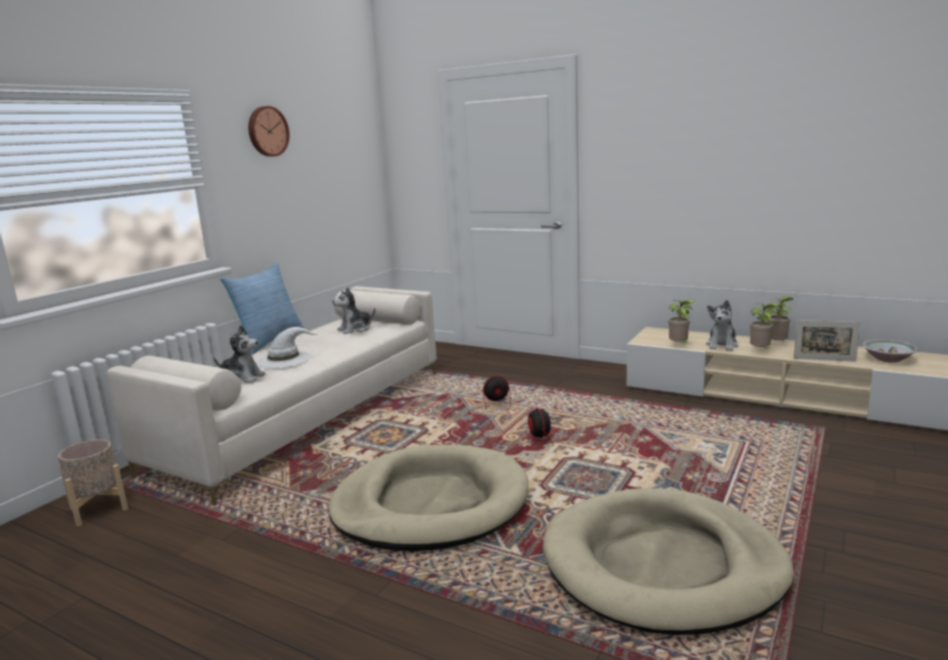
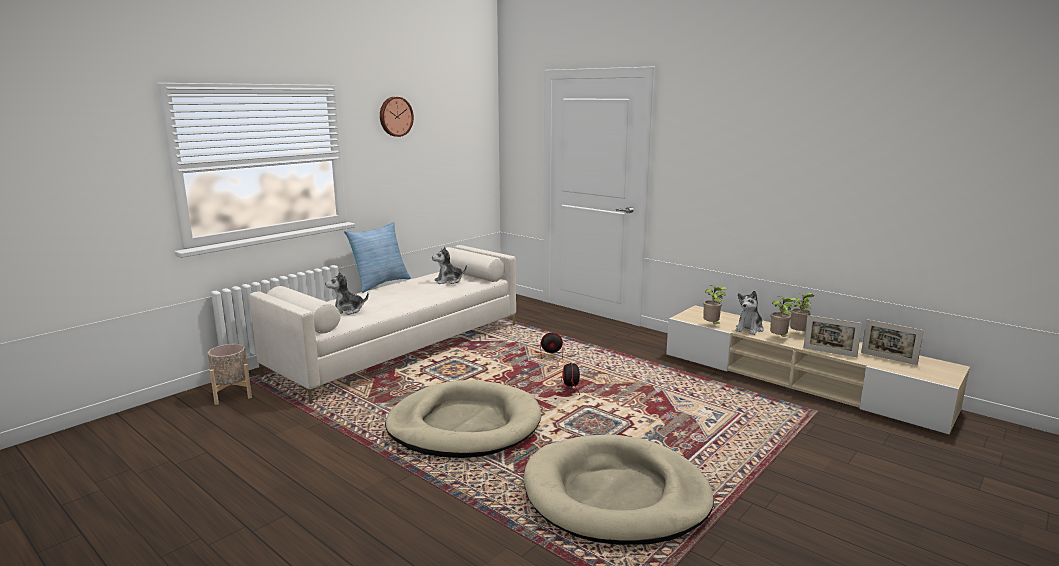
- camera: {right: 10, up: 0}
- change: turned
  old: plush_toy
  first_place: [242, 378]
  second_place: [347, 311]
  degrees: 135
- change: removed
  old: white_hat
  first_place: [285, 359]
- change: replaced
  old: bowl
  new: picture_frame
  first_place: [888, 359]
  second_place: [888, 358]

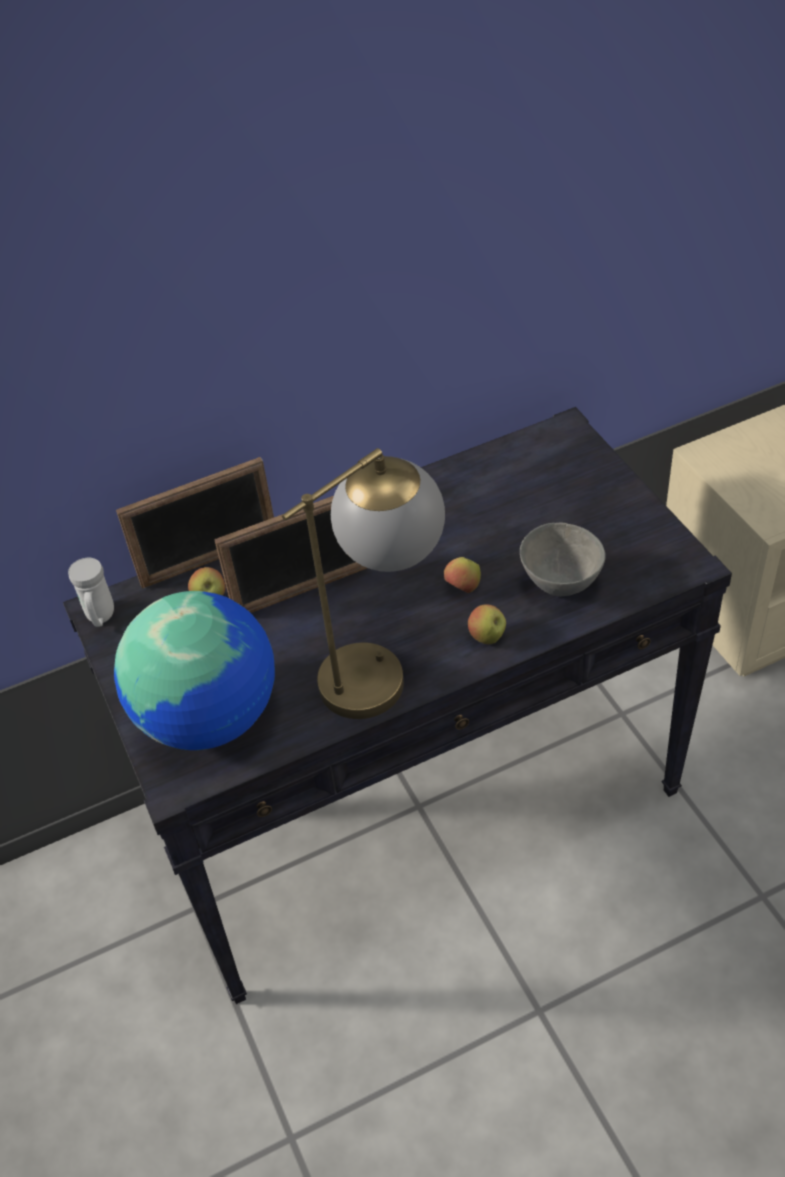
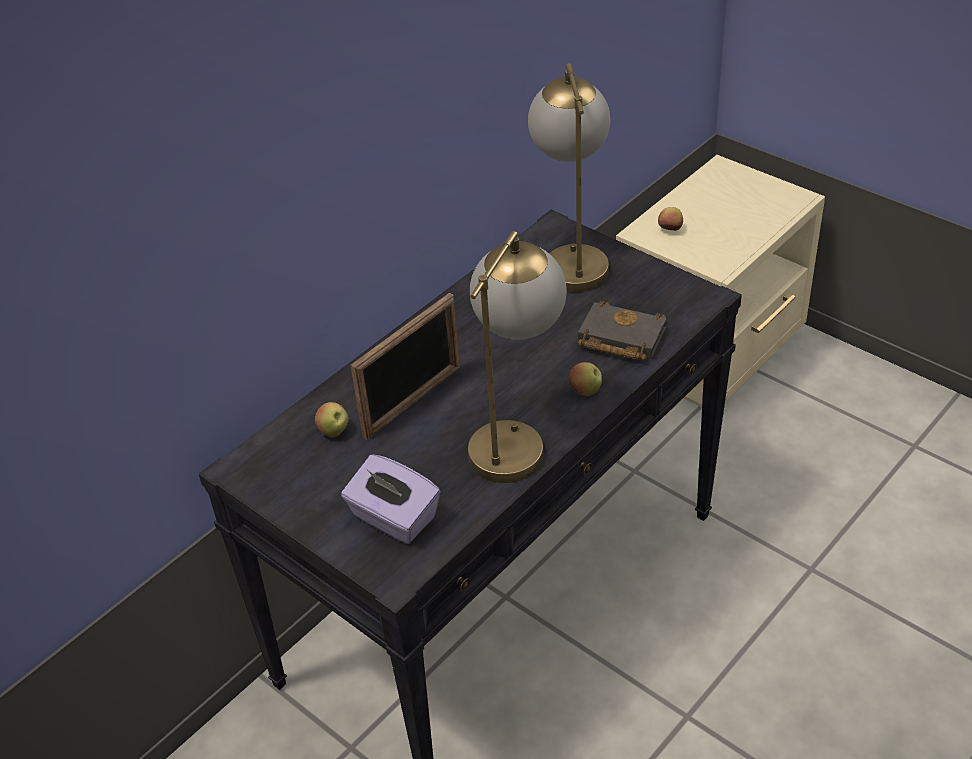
- camera: {right: -25, up: -5}
- change: removed
  old: picture_frame
  first_place: [210, 561]
- change: replaced
  old: grey_bowl
  new: black_book
  first_place: [559, 584]
  second_place: [618, 338]
- change: moved
  old: apple
  first_place: [463, 588]
  second_place: [670, 230]
- change: removed
  old: white_mug
  first_place: [101, 618]
- change: replaced
  old: globe
  new: purple_tissue_box
  first_place: [210, 717]
  second_place: [393, 518]
- change: added
  new: table_lamp
  second_place: [572, 257]

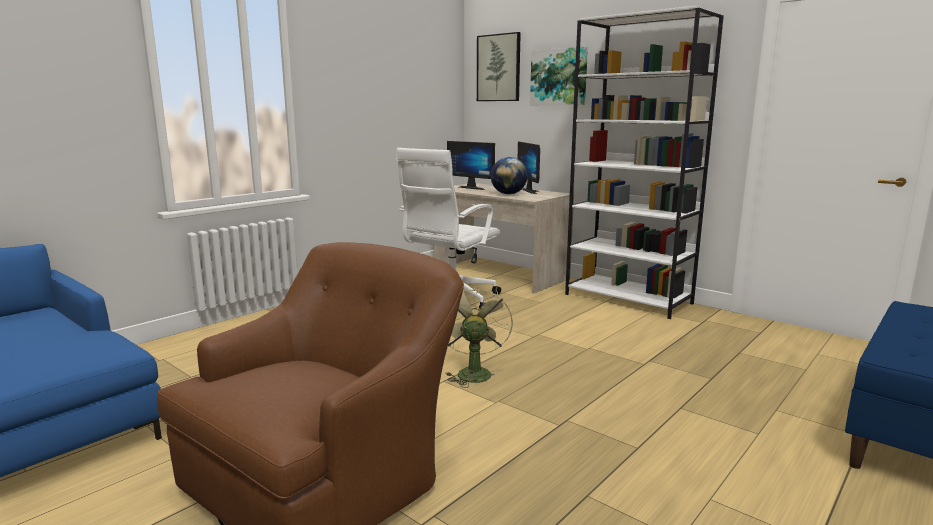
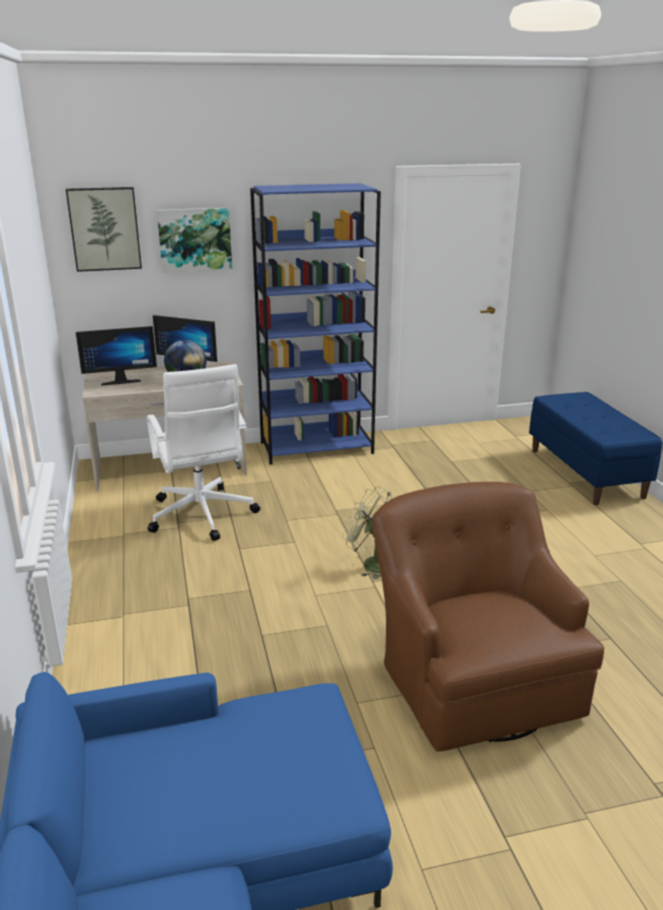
- camera: {right: -55, up: 10}
- change: recoloured
  old: white_bookcase
  new: blue_bookcase
  first_place: [628, 299]
  second_place: [317, 448]

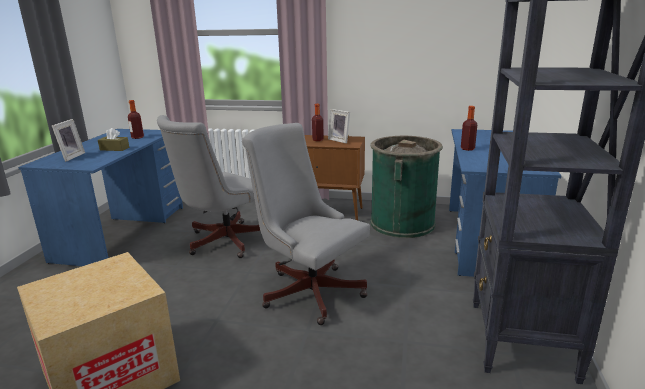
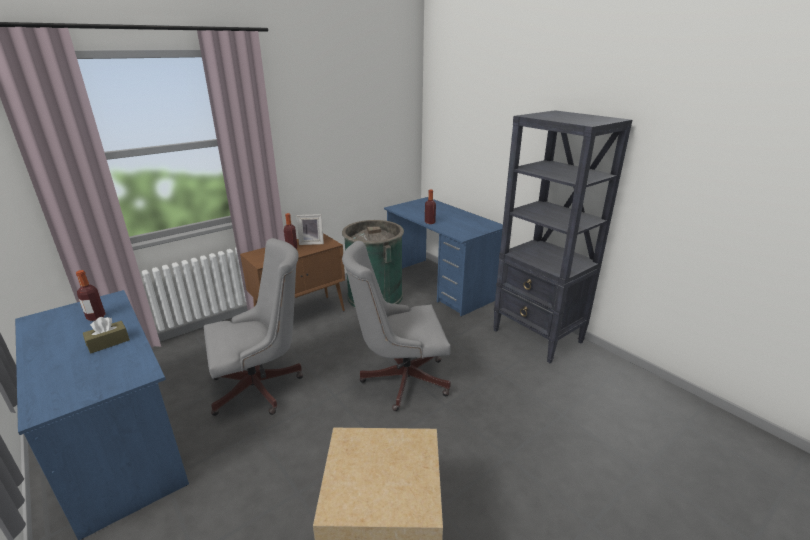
- camera: {right: -50, up: 5}
- change: turned
  old: grey_office_chair
  first_place: [222, 242]
  second_place: [262, 386]
  degrees: -105
- change: removed
  old: picture_frame
  first_place: [70, 157]

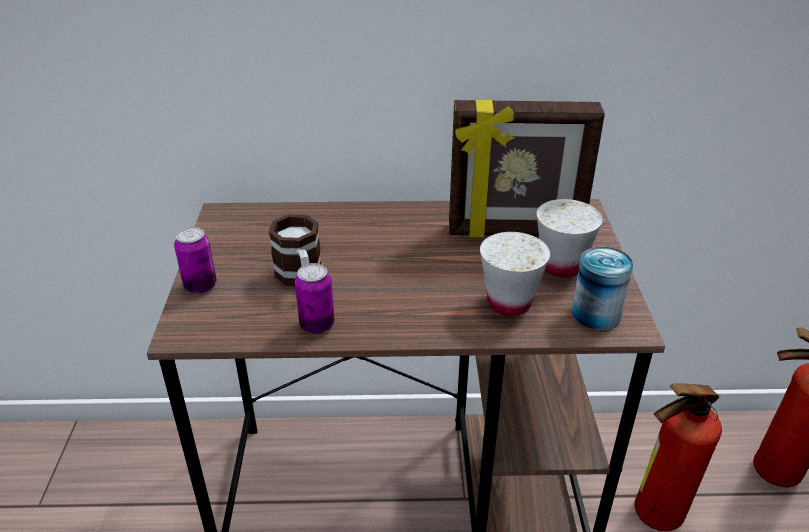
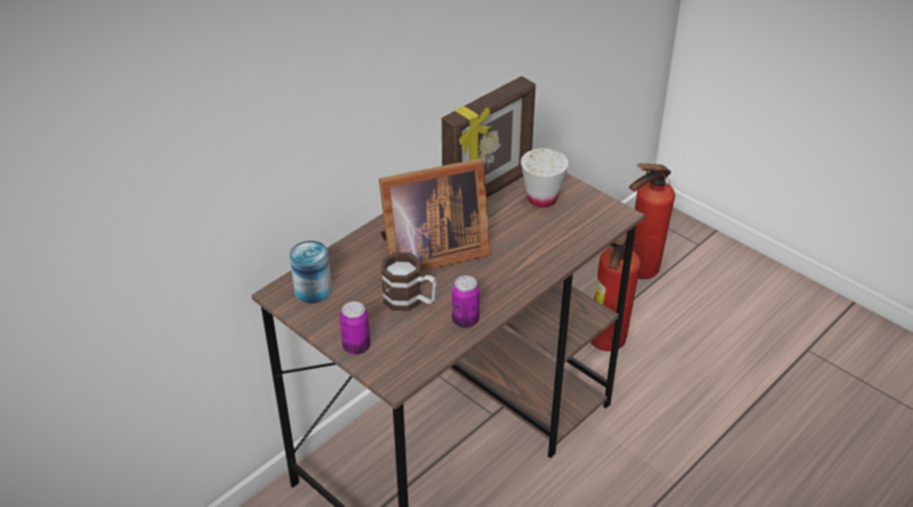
- camera: {right: -45, up: 5}
- change: removed
  old: white_cup
  first_place: [509, 303]
- change: moved
  old: can
  first_place: [596, 314]
  second_place: [313, 290]
- change: added
  new: picture_frame
  second_place: [429, 252]

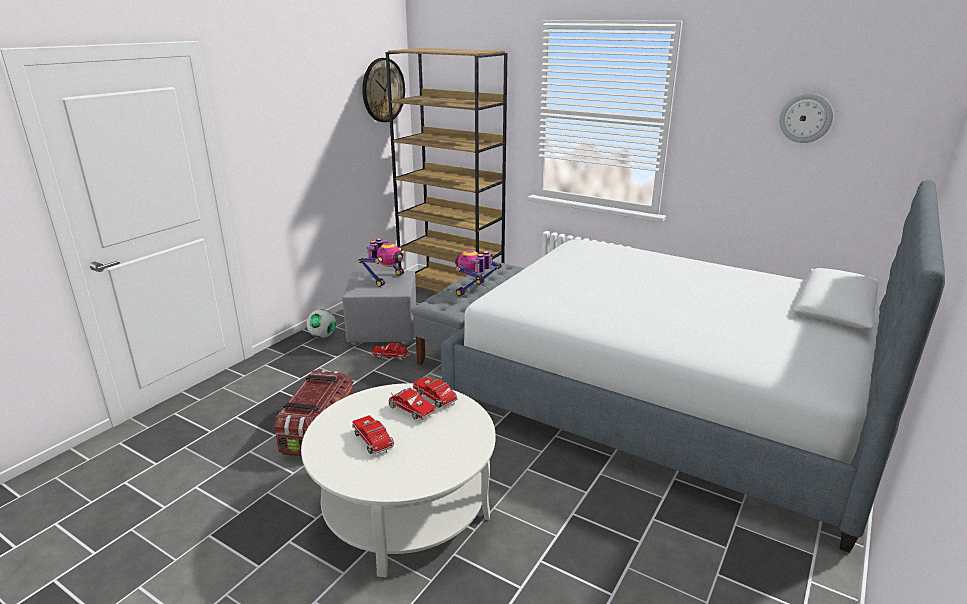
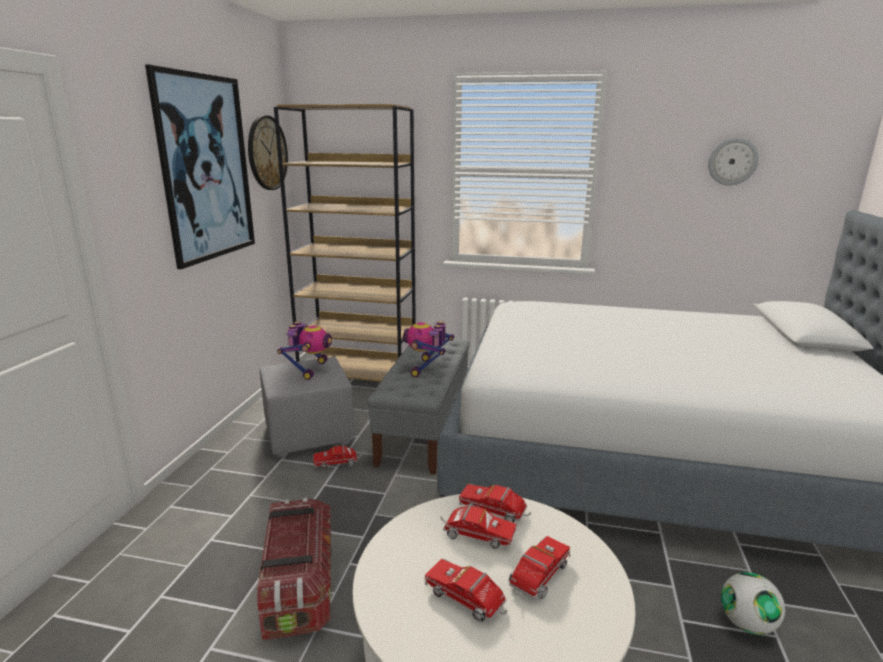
- camera: {right: -20, up: -5}
- change: moved
  old: football
  first_place: [322, 336]
  second_place: [746, 624]
- change: added
  new: picture
  second_place: [206, 168]
- change: added
  new: toy_truck
  second_place: [538, 578]

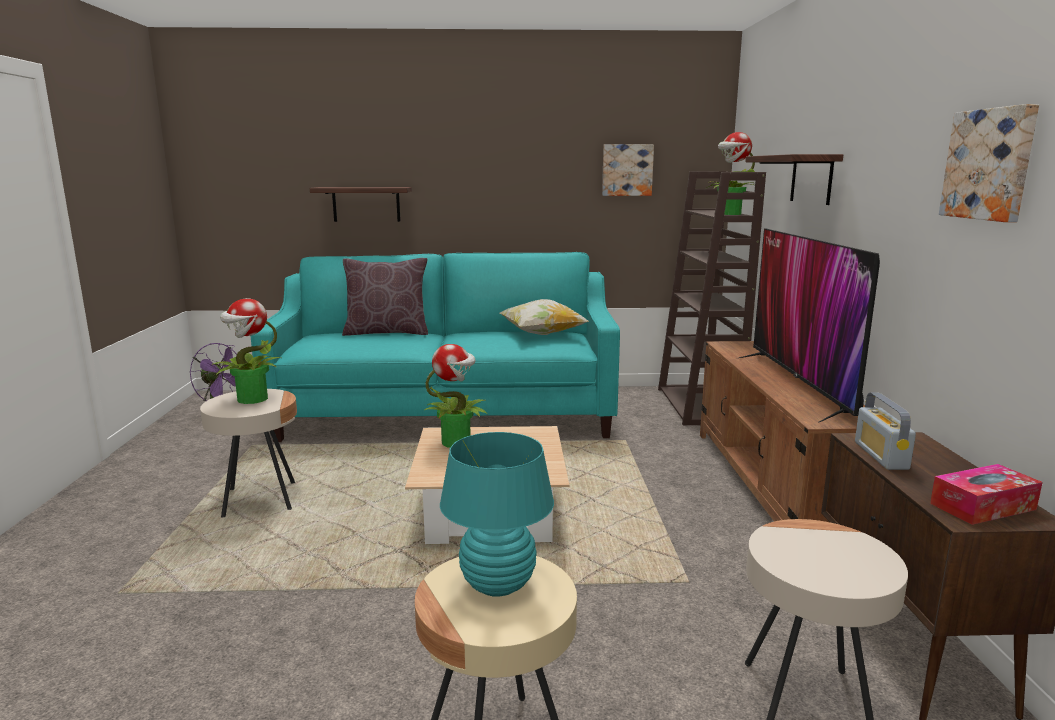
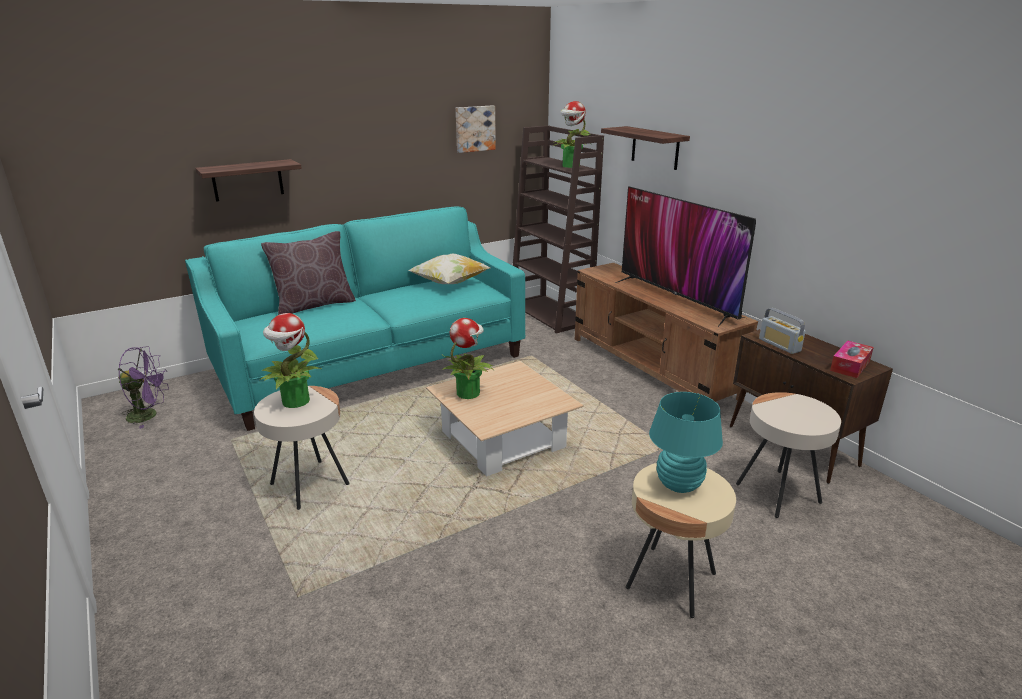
- camera: {right: -30, up: 10}
- change: removed
  old: picture
  first_place: [990, 164]

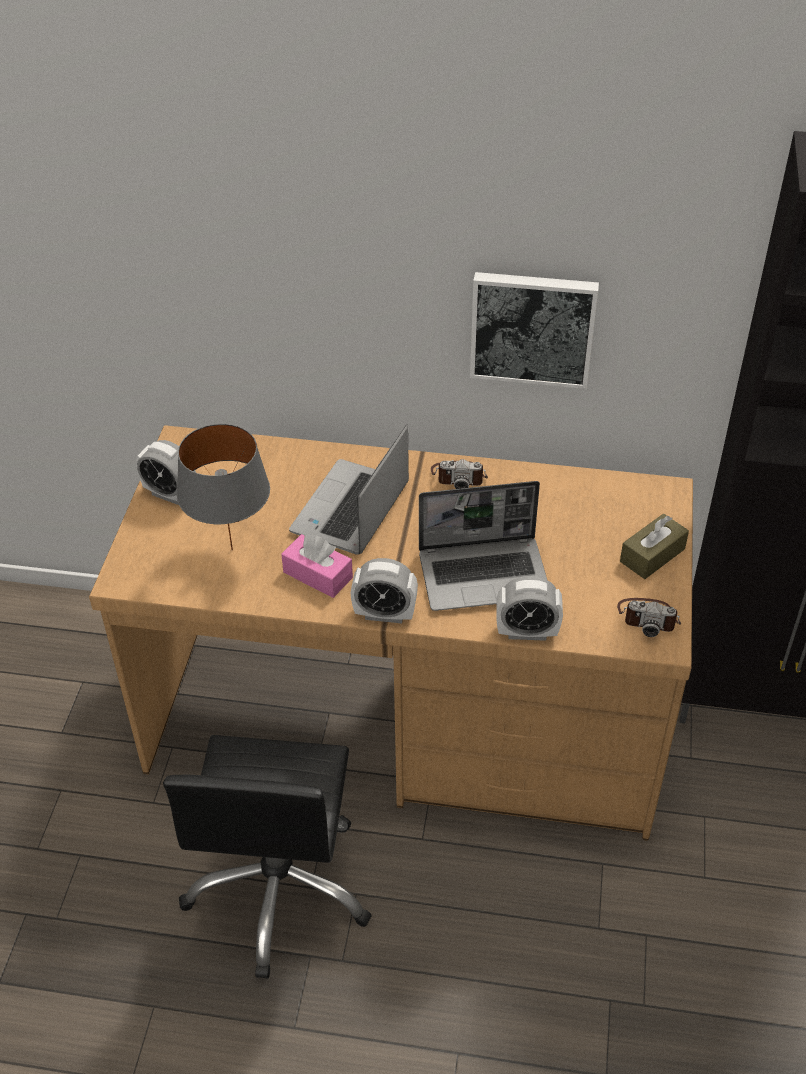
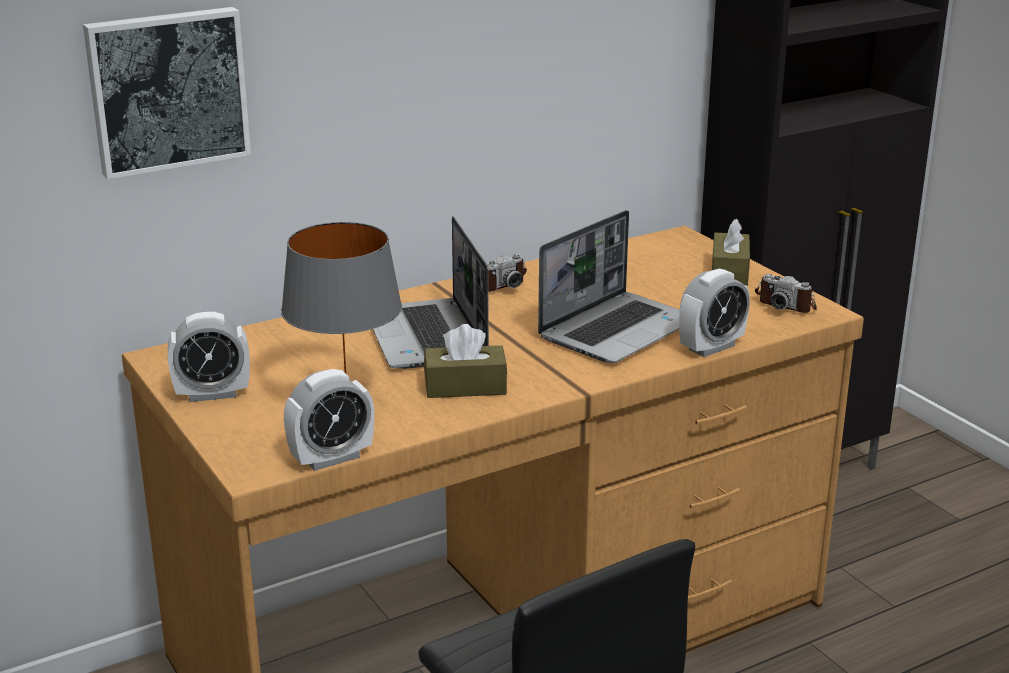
- camera: {right: -40, up: -20}
- change: moved
  old: picture
  first_place: [532, 327]
  second_place: [167, 90]
- change: recoloured
  old: pink_tissue_box
  new: brown_tissue_box
  first_place: [318, 575]
  second_place: [465, 386]
- change: moved
  old: alarm_clock
  first_place: [384, 614]
  second_place: [331, 458]
- change: turned
  old: photo_camera
  first_place: [648, 617]
  second_place: [787, 304]
  degrees: 60

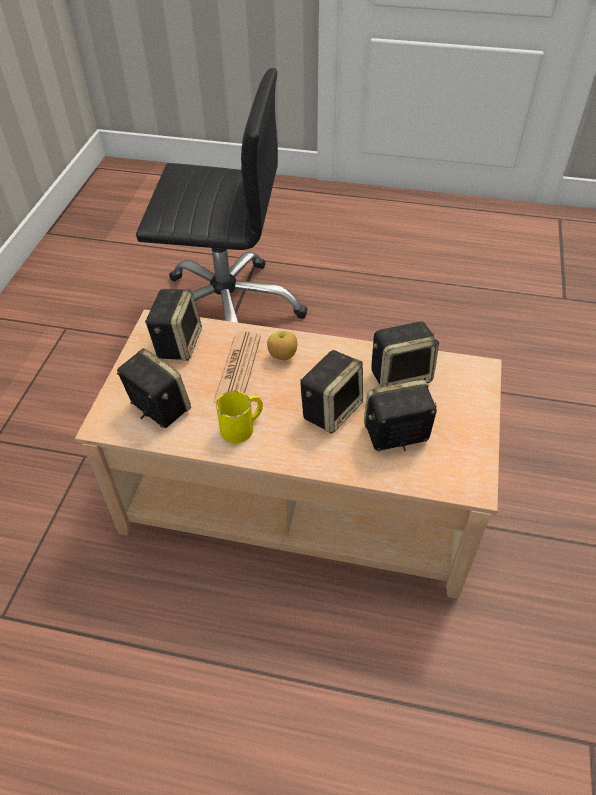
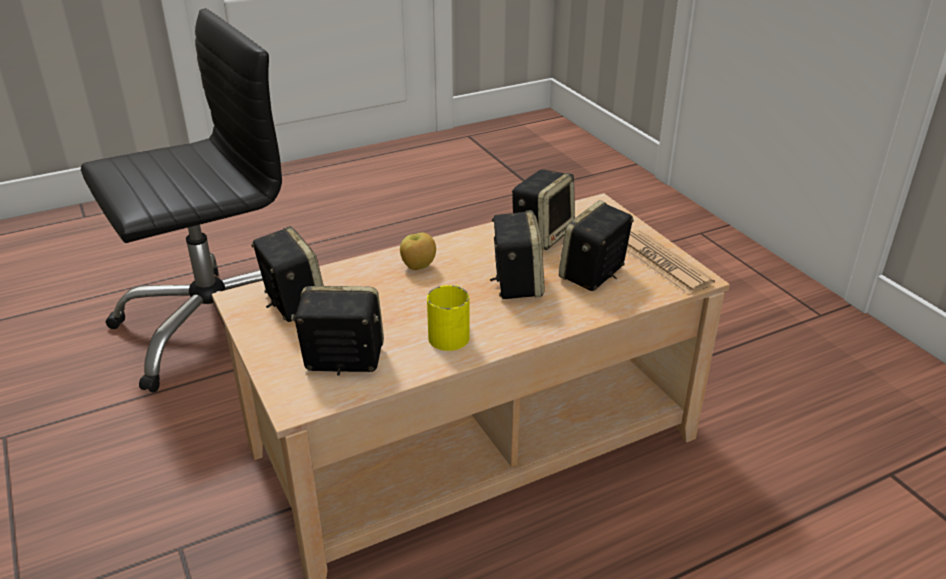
- camera: {right: -40, up: -15}
- change: moved
  old: newspaper
  first_place: [238, 369]
  second_place: [663, 263]

